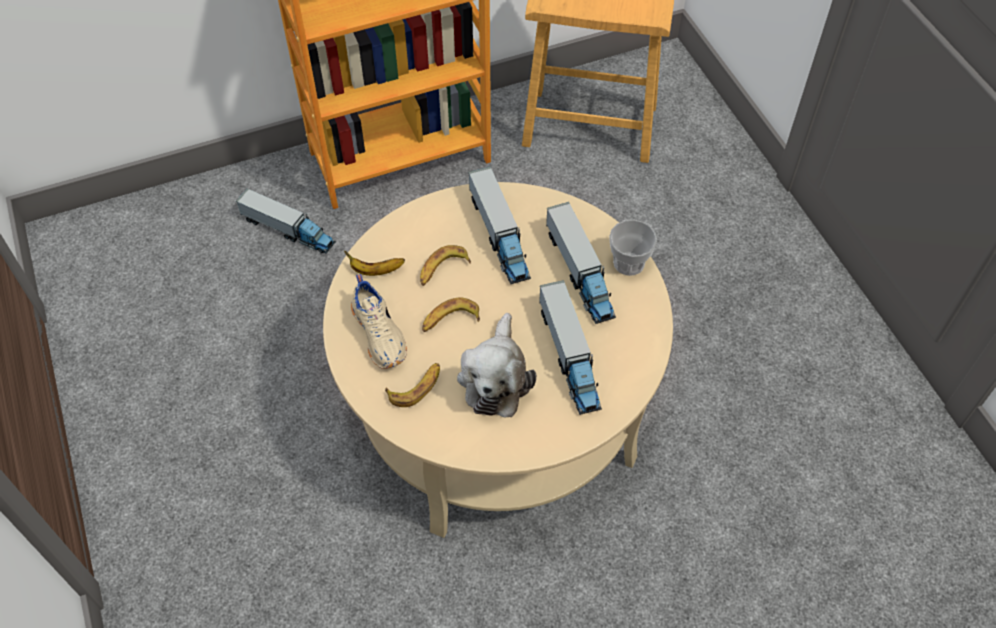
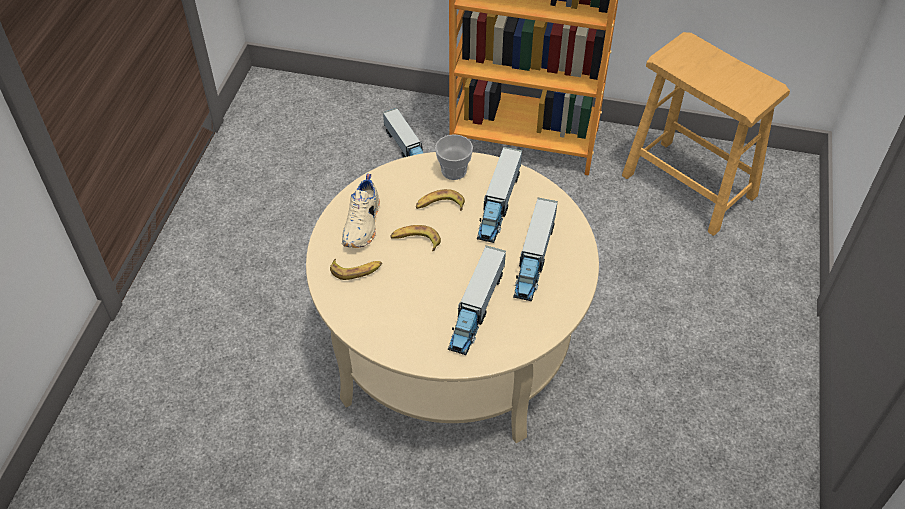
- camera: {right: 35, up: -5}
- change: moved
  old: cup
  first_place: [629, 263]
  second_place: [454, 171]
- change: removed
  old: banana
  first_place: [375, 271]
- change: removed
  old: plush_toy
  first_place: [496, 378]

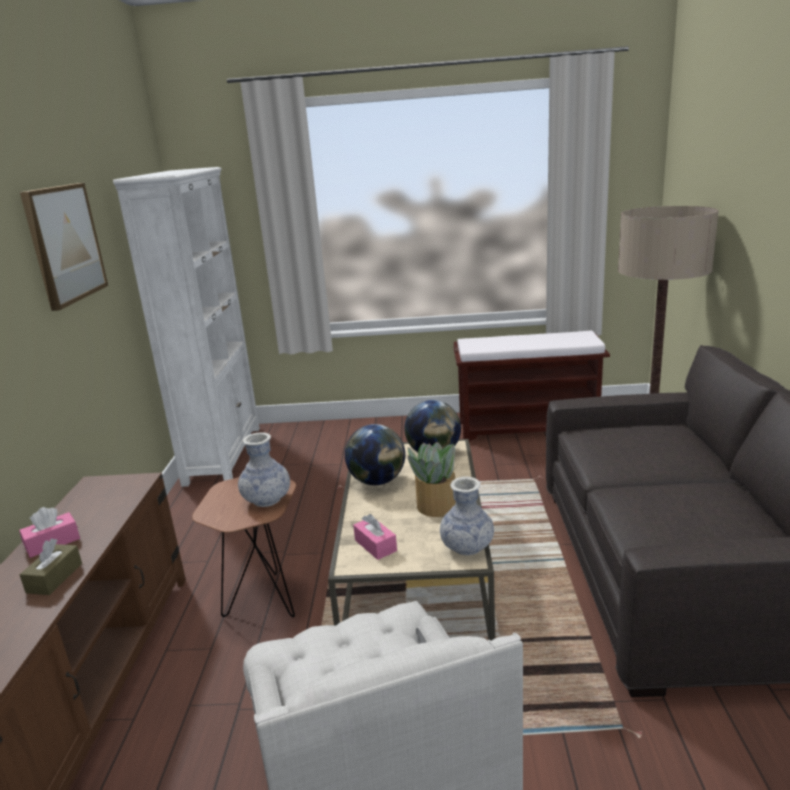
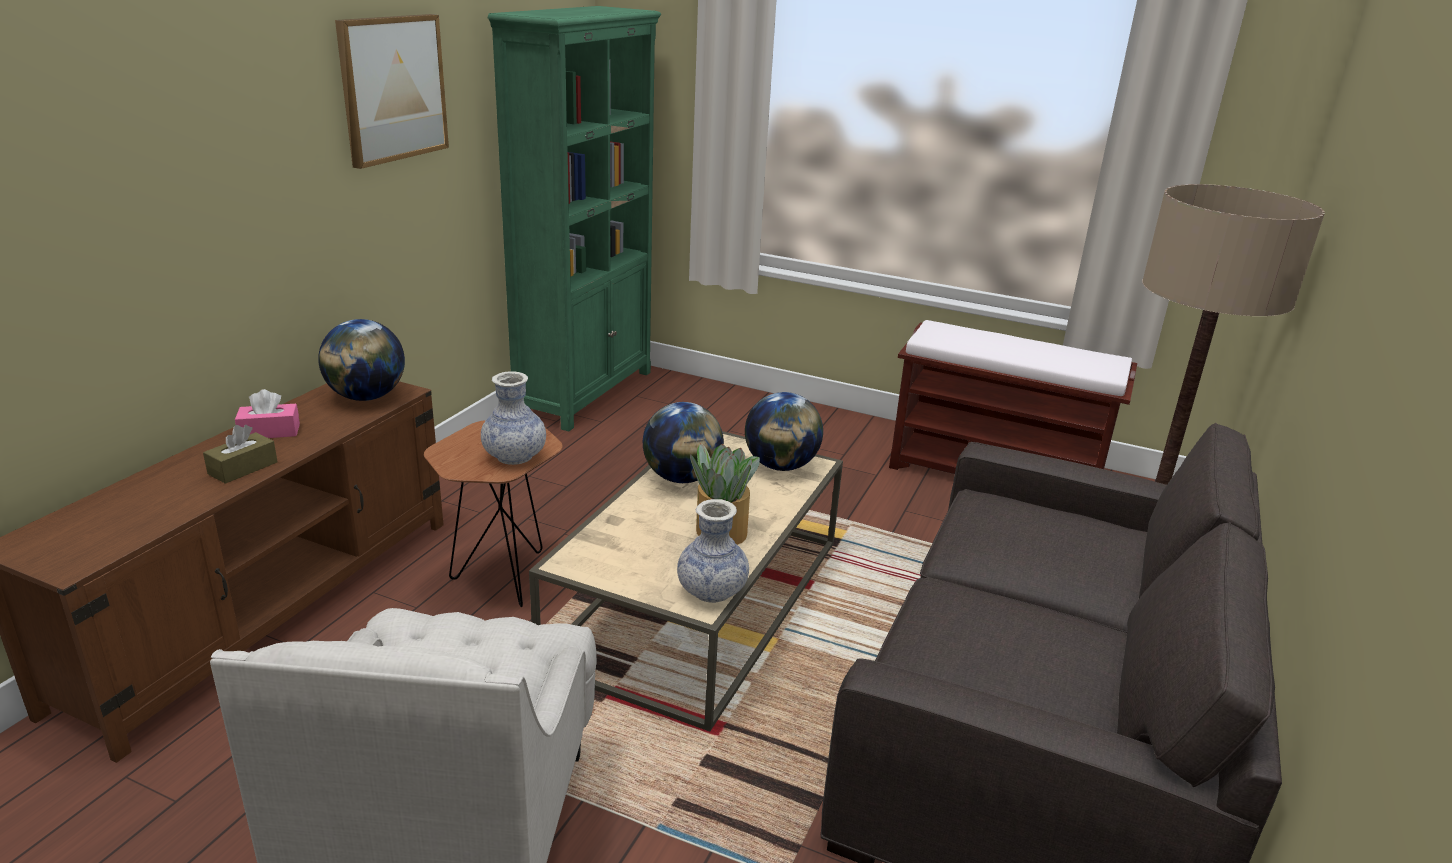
- camera: {right: 20, up: 5}
- change: recoloured
  old: white_bookcase
  new: green_bookcase
  first_place: [224, 454]
  second_place: [586, 393]
- change: removed
  old: pink_tissue_box
  first_place: [375, 545]
- change: added
  new: globe
  second_place: [366, 397]

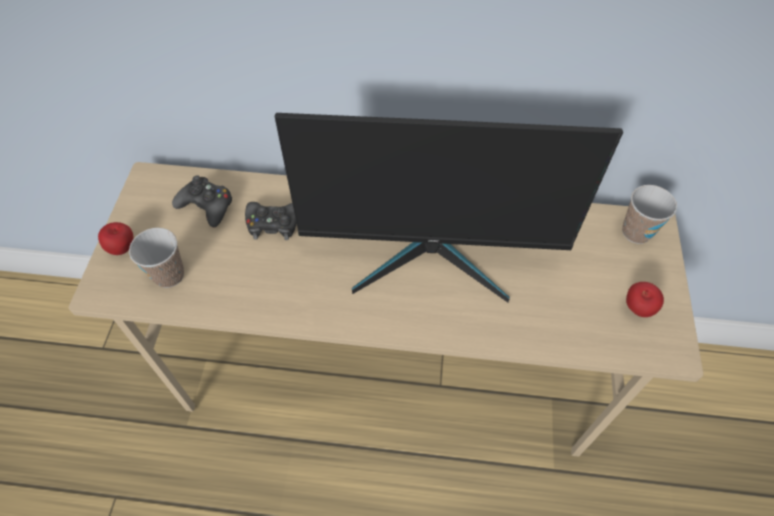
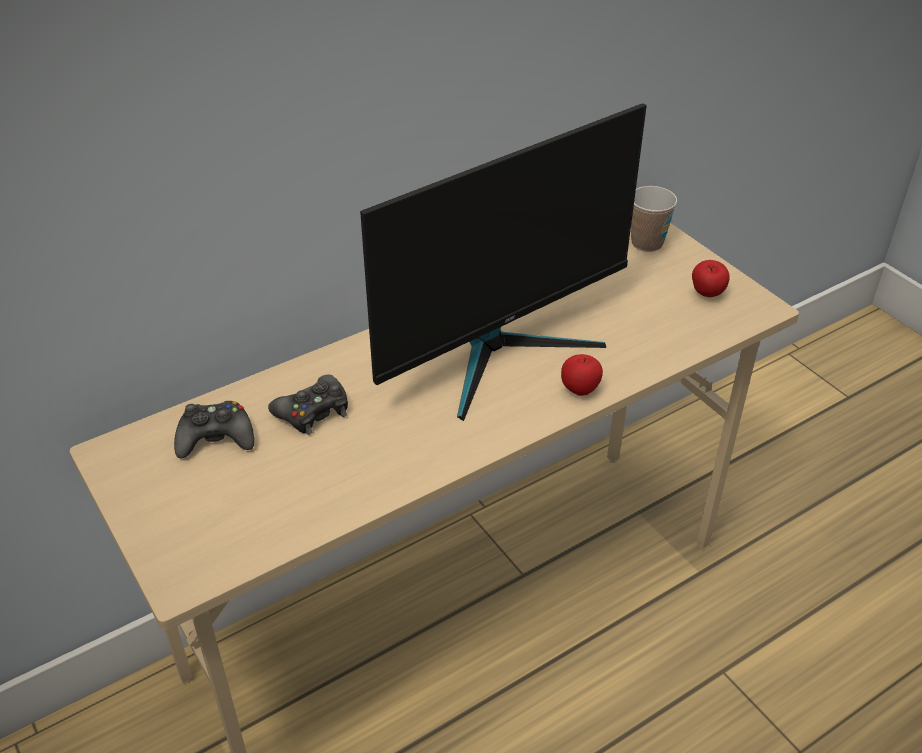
- camera: {right: -40, up: -15}
- change: moved
  old: apple
  first_place: [123, 248]
  second_place: [580, 390]
- change: removed
  old: cup
  first_place: [169, 275]

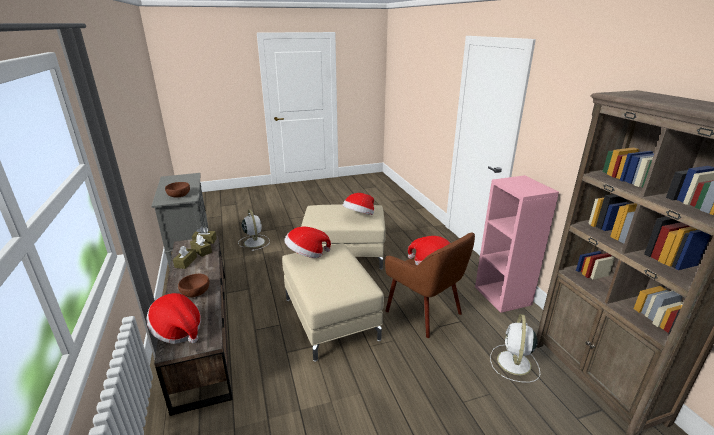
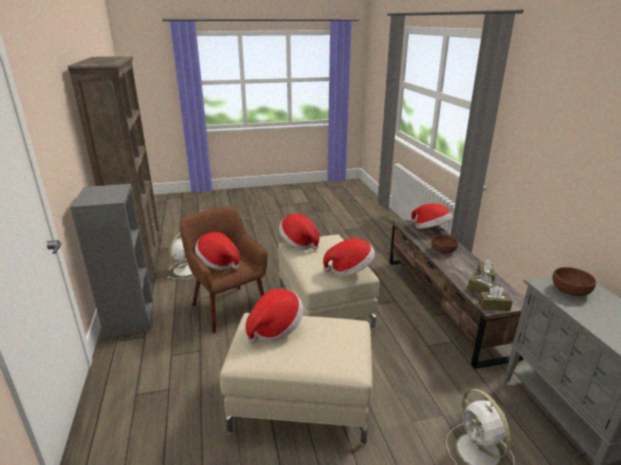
- camera: {right: -175, up: 0}
- change: recoloured
  old: pink_bookcase
  new: grey_bookcase
  first_place: [503, 296]
  second_place: [129, 319]
- change: added
  new: hat
  second_place: [299, 243]

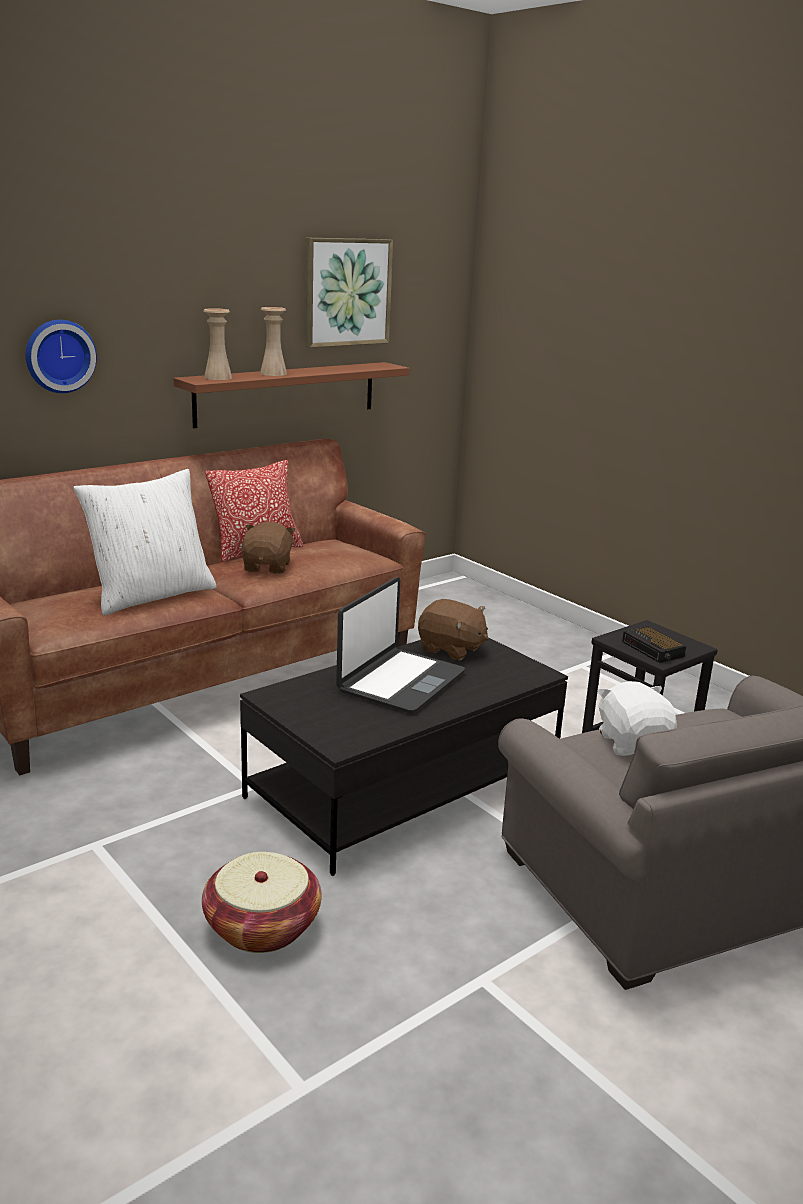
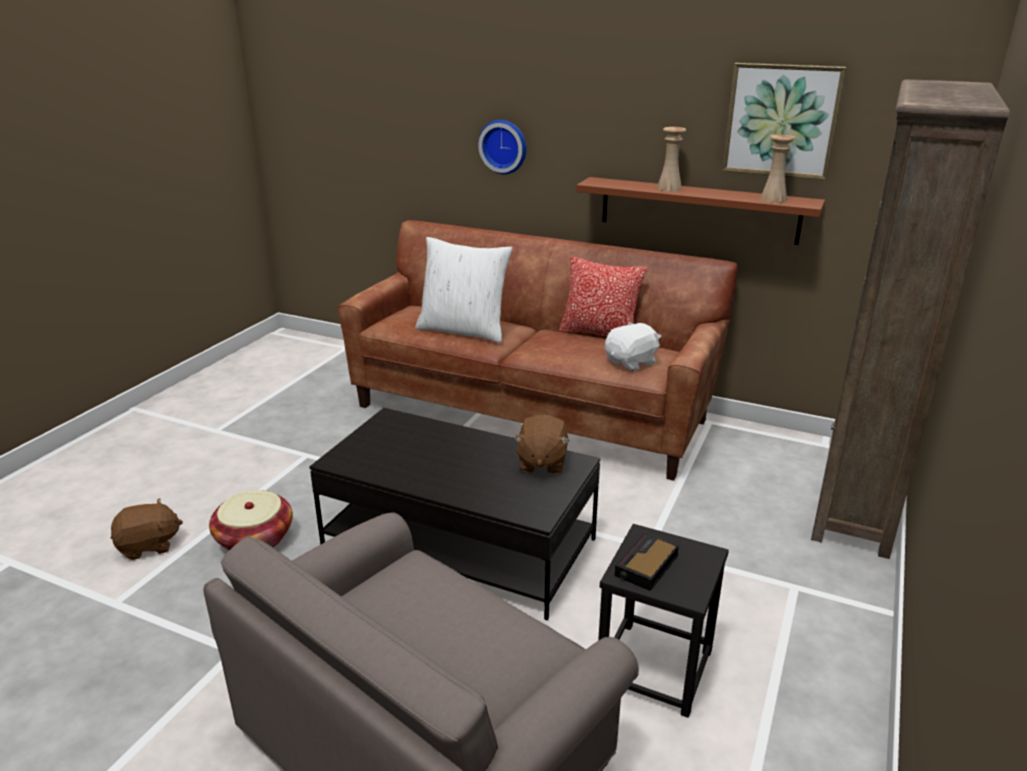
- camera: {right: 65, up: 5}
- change: moved
  old: beige_vase
  first_place: [218, 377]
  second_place: [773, 199]
- change: moved
  old: brown_plush_toy
  first_place: [268, 567]
  second_place: [149, 546]
- change: removed
  old: laptop
  first_place: [400, 681]
- change: moved
  old: white_plush_toy
  first_place: [633, 743]
  second_place: [632, 362]
- change: added
  new: brown_bookcase
  second_place: [855, 499]

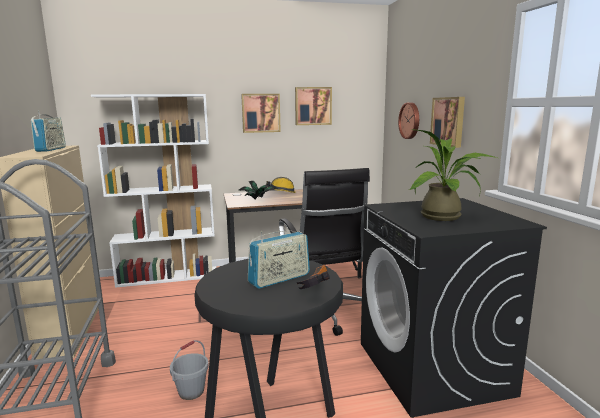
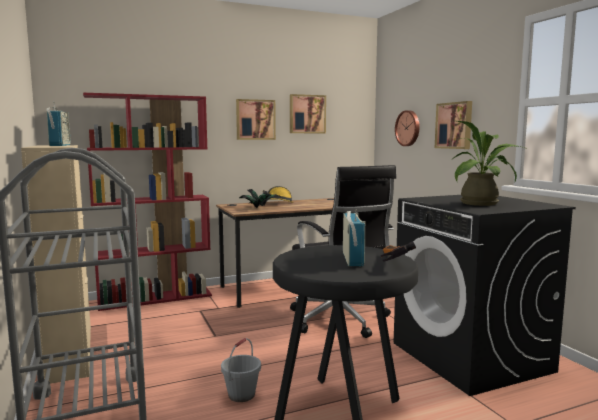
- camera: {right: -10, up: -5}
- change: recoloured
  old: white_bookcase
  new: red_bookcase
  first_place: [169, 276]
  second_place: [156, 298]
- change: turned
  old: radio
  first_place: [279, 279]
  second_place: [352, 259]
  degrees: -45

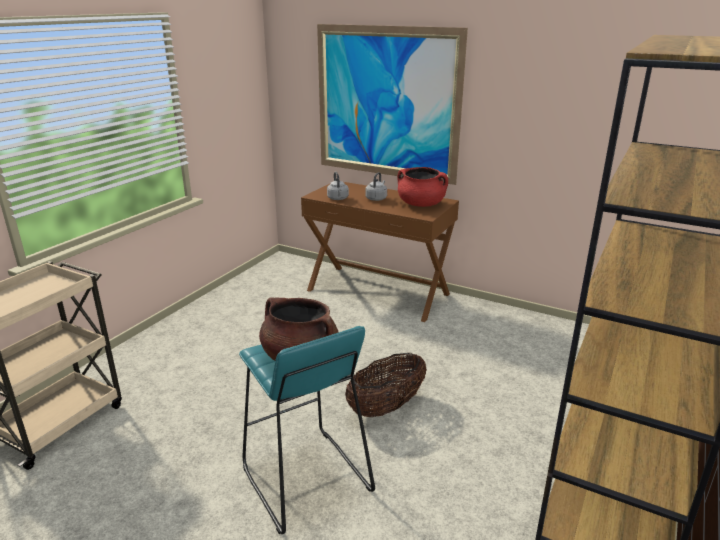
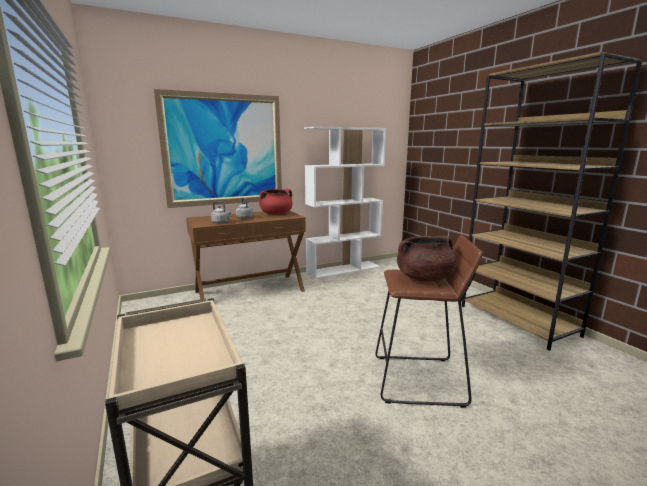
- camera: {right: -55, up: -10}
- change: recoloured
  old: turquoise_stool
  new: brown_stool
  first_place: [305, 480]
  second_place: [419, 380]
- change: removed
  old: basket
  first_place: [386, 407]
- change: added
  new: white_bookcase
  second_place: [343, 269]

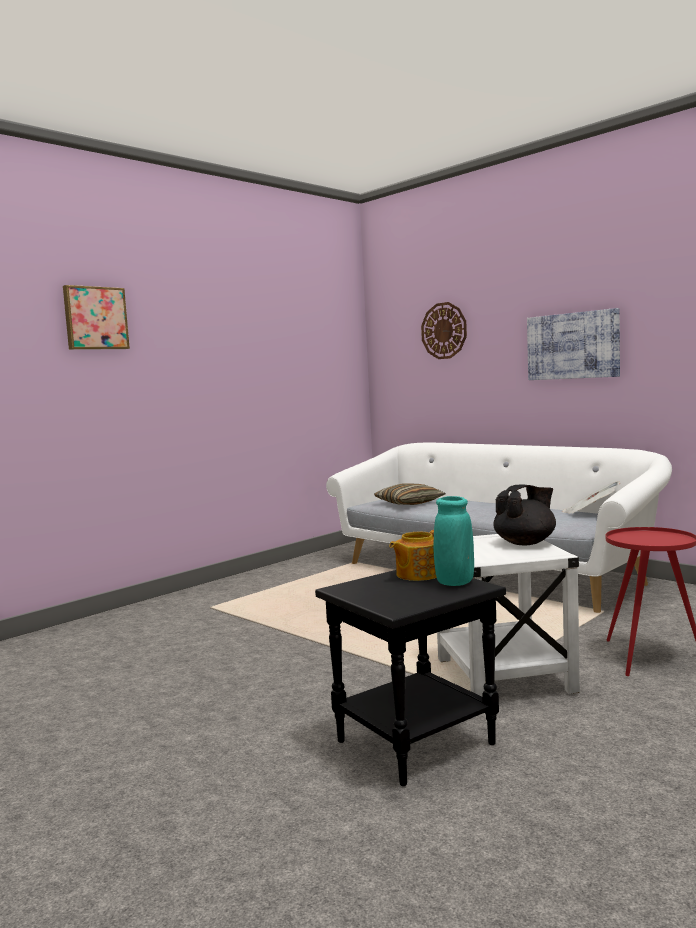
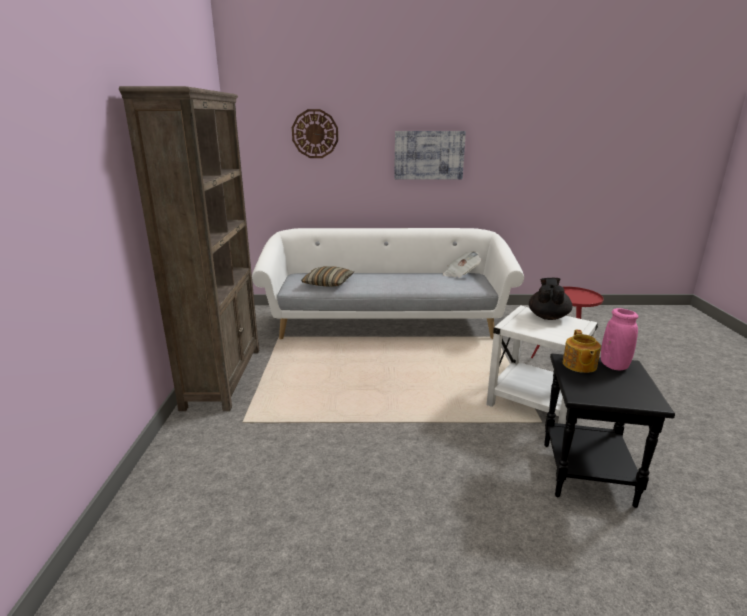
- camera: {right: -45, up: 15}
- change: removed
  old: picture
  first_place: [95, 318]
- change: recoloured
  old: turquoise_vase
  new: pink_vase
  first_place: [455, 583]
  second_place: [614, 366]
- change: added
  new: brown_bookcase
  second_place: [223, 377]

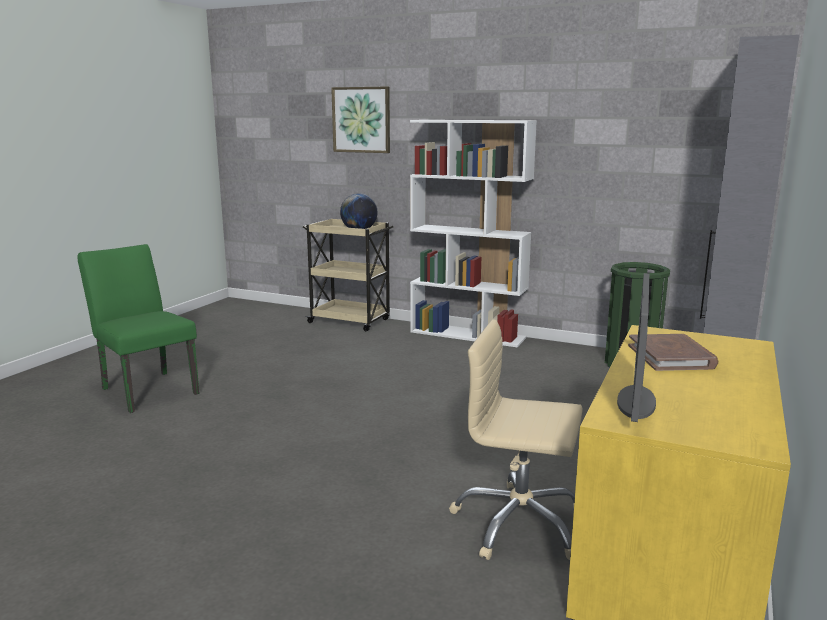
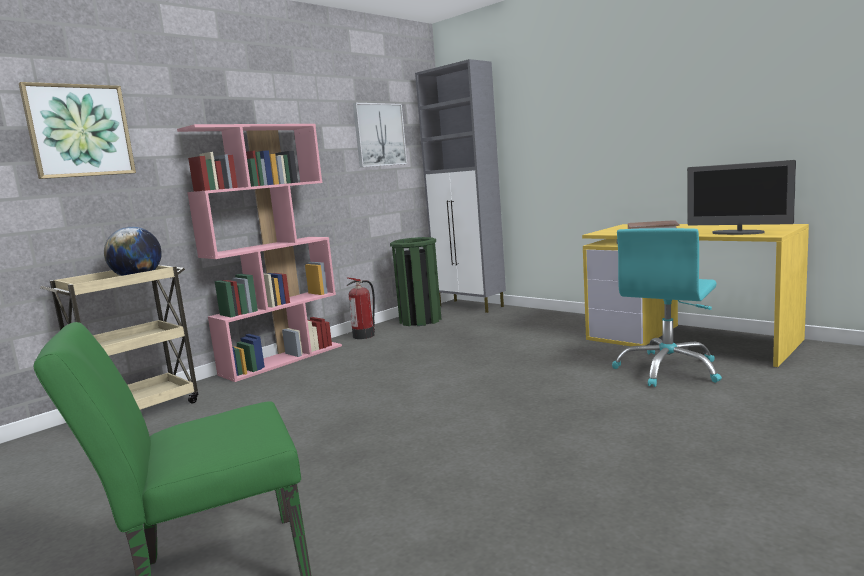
- camera: {right: -70, up: -5}
- change: recoloured
  old: white_bookcase
  new: pink_bookcase
  first_place: [468, 335]
  second_place: [283, 359]
- change: recoloured
  old: beige_office_chair
  new: turquoise_office_chair
  first_place: [519, 524]
  second_place: [668, 369]
- change: added
  new: picture
  second_place: [379, 135]
- change: added
  new: fire_extinguisher
  second_place: [364, 335]

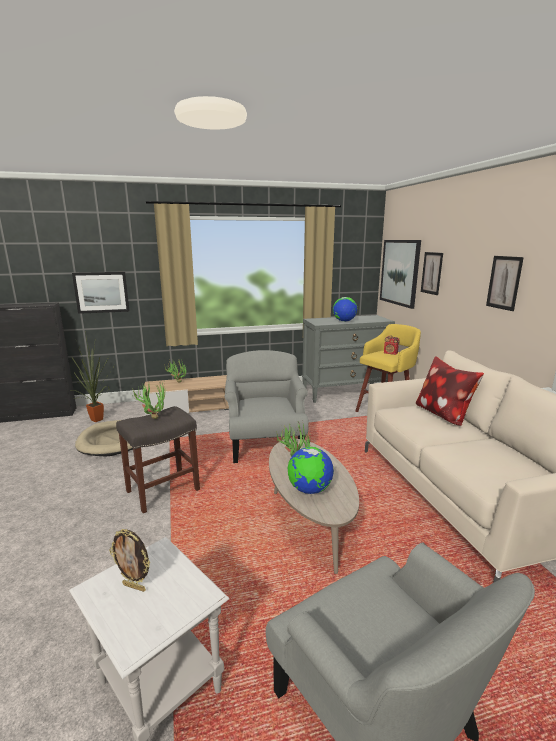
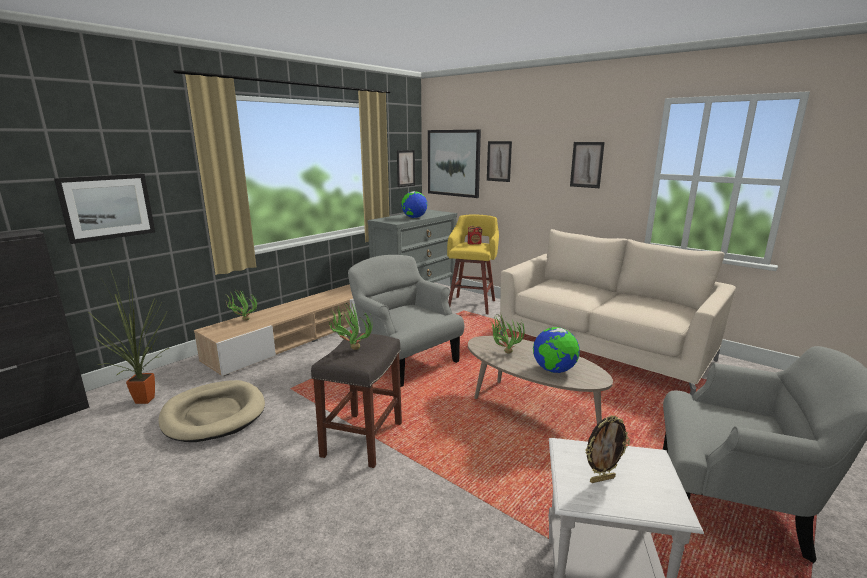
- camera: {right: -35, up: 0}
- change: removed
  old: pillow
  first_place: [442, 414]
- change: added
  new: picture
  second_place: [405, 168]

